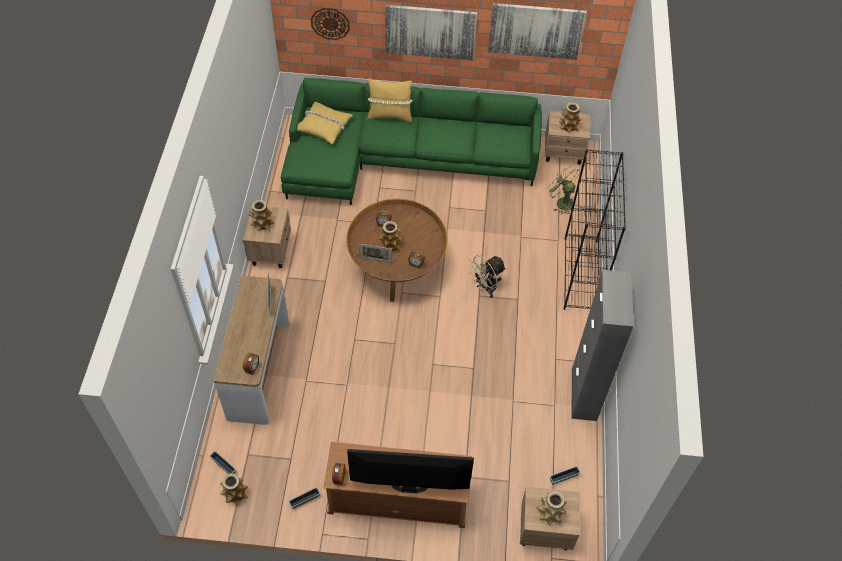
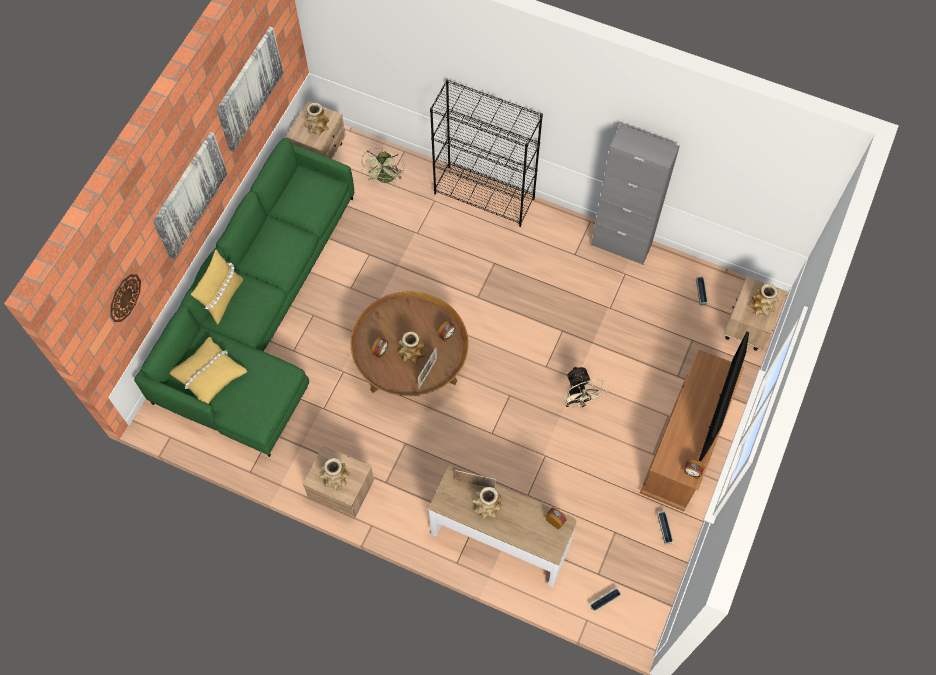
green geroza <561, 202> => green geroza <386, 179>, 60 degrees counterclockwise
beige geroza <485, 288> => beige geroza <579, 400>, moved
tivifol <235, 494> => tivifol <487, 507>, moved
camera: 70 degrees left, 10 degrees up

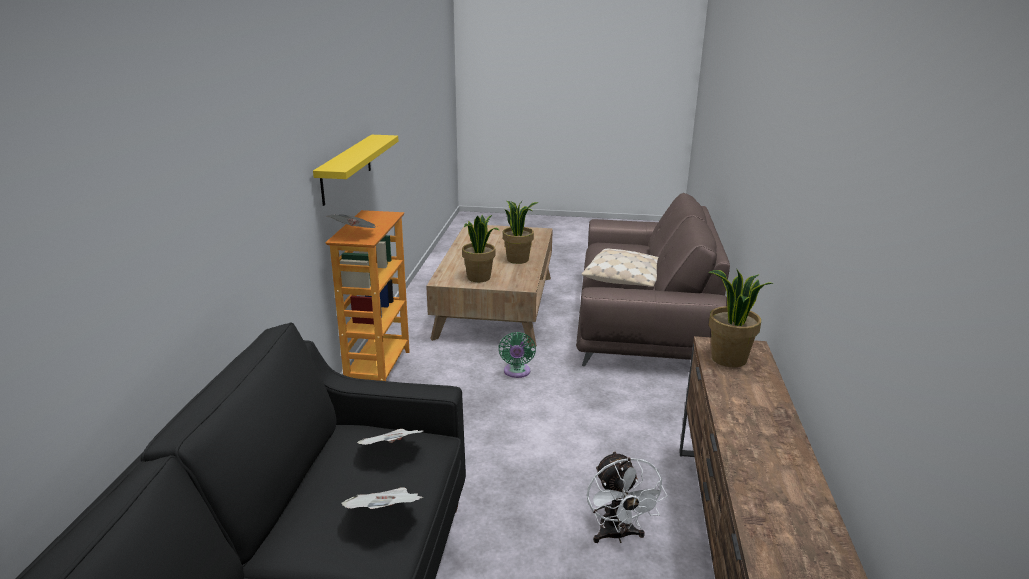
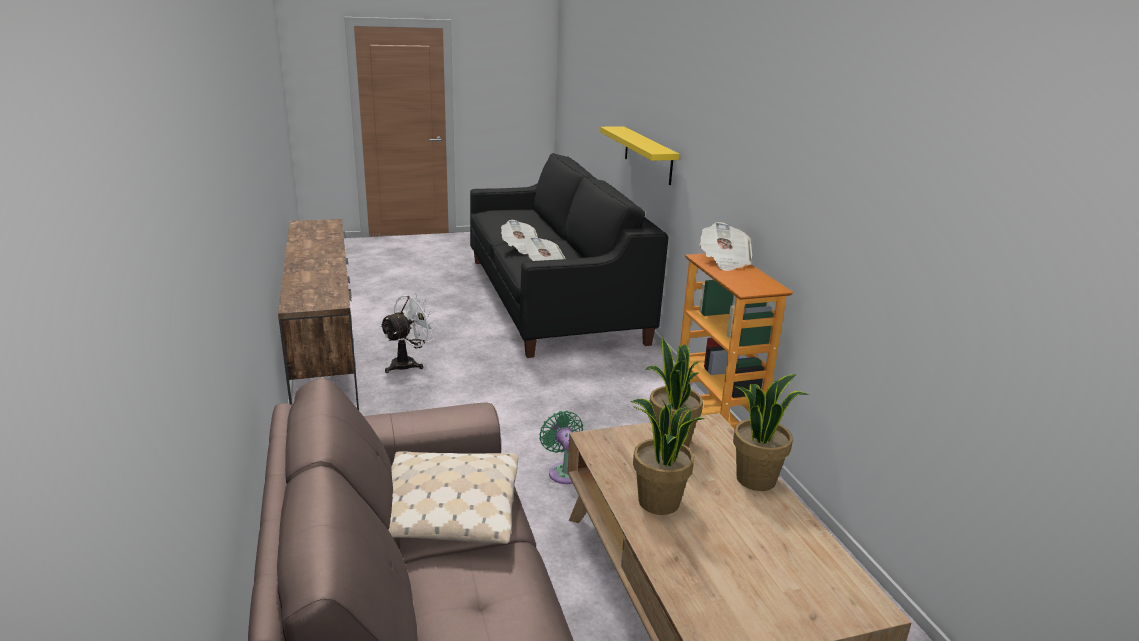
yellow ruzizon <346, 168> => yellow ruzizon <648, 155>, moved
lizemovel <728, 359> => lizemovel <755, 479>, moved
white geroza <617, 535> => white geroza <408, 363>, 75 degrees clockwise
camera: 155 degrees right, 0 degrees up

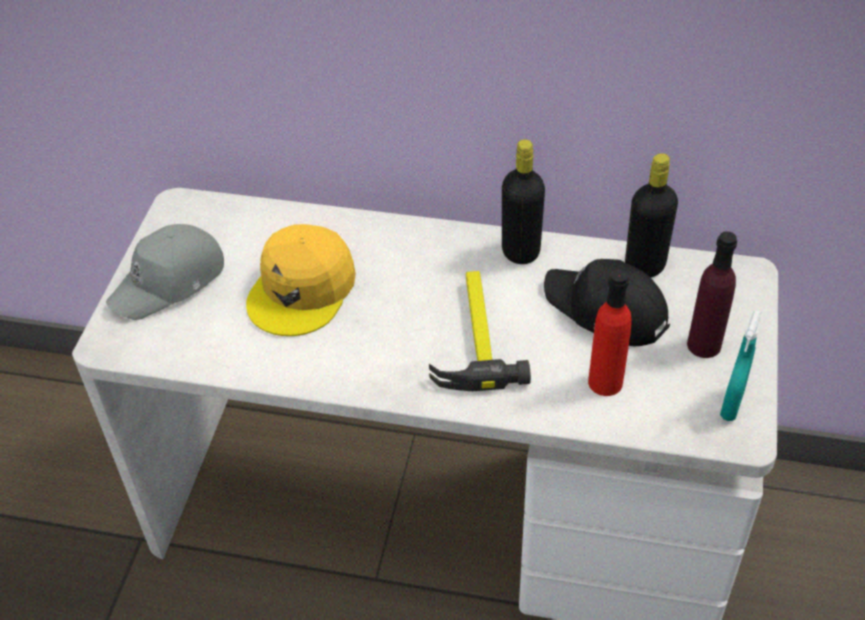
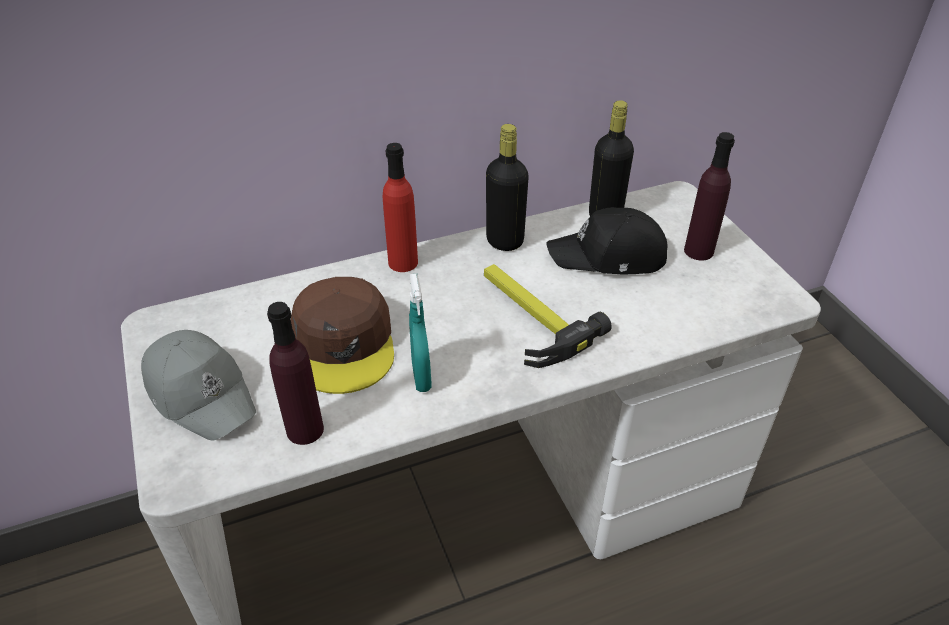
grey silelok <170, 281> => grey silelok <201, 393>, 60 degrees counterclockwise
yellow silelok <302, 289> => brown silelok <344, 344>
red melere <605, 382> => red melere <403, 262>, moved
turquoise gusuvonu <731, 404> => turquoise gusuvonu <421, 376>, moved
nothing => purple melere <305, 430>
camera: 35 degrees left, 5 degrees down

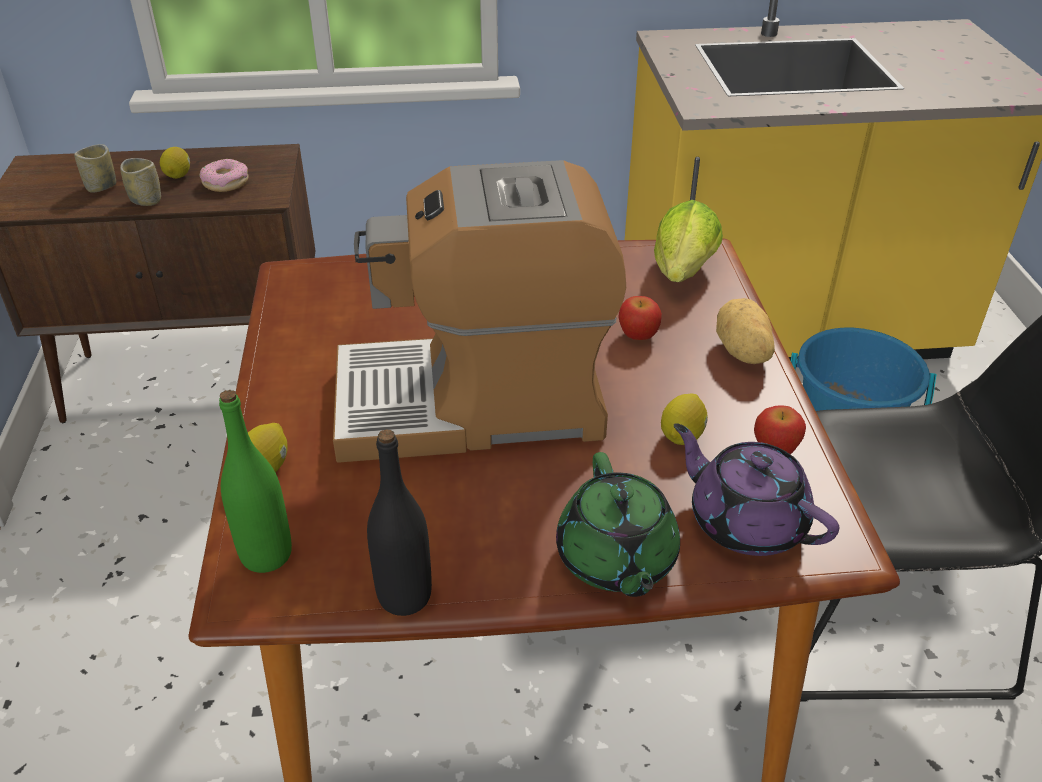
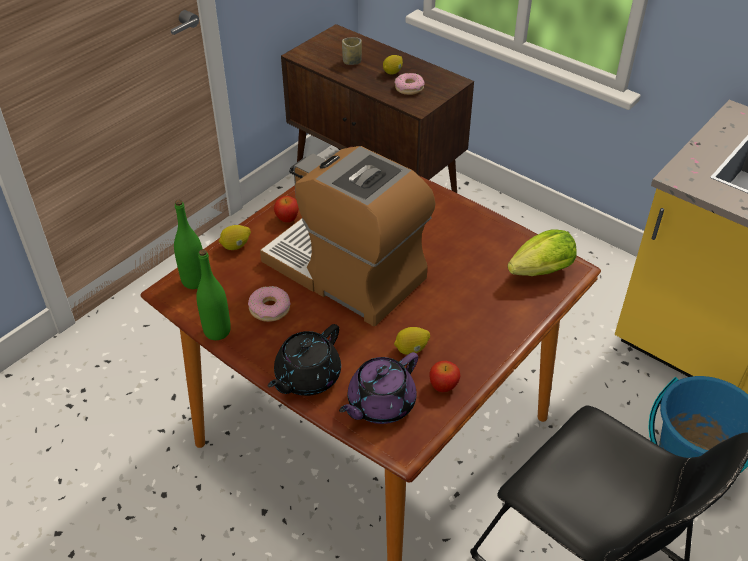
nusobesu <146, 200> => nothing
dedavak <638, 335> => dedavak <287, 218>, moved
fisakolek <741, 353> => nothing
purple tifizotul <745, 521> => purple tifizotul <380, 404>, 135 degrees counterclockwise
black melere <404, 596> => green melere <217, 331>
green tifizotul <616, 560> => black tifizotul <306, 377>
nothing => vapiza <269, 308>
camera: 45 degrees right, 5 degrees up

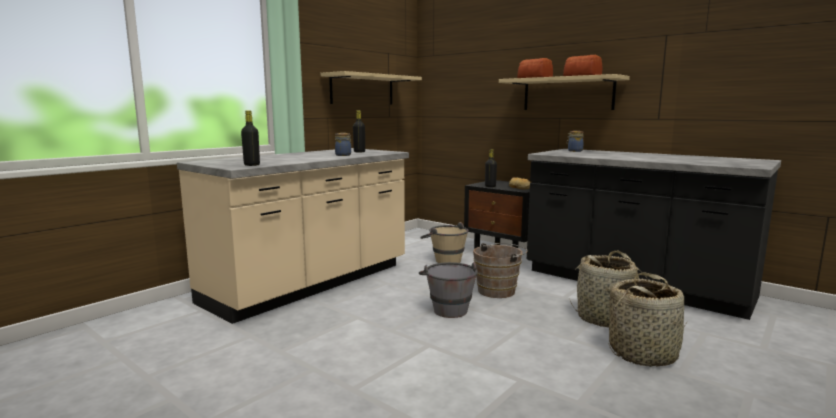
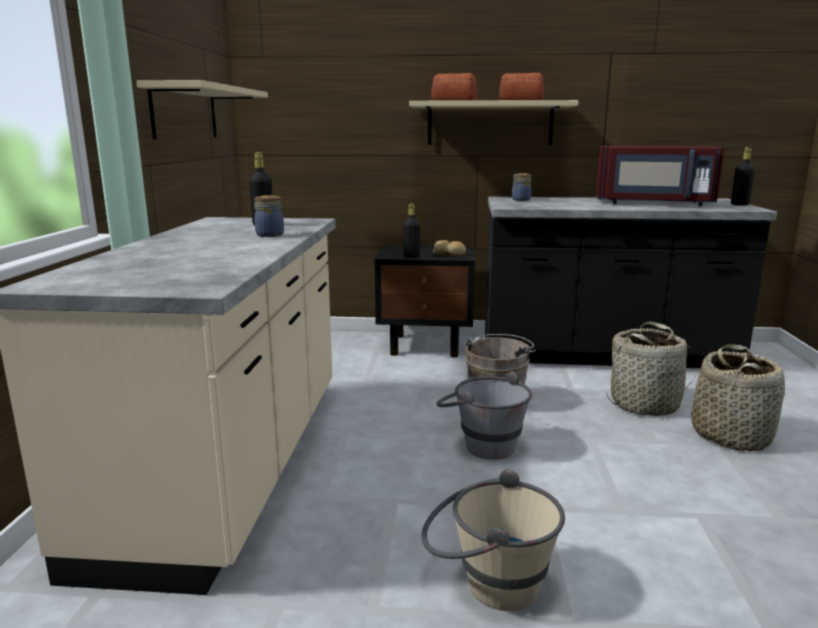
black melere <252, 165> => black melere <739, 204>, moved
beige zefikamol <444, 259> => beige zefikamol <487, 584>, moved
nothing => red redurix <653, 203>
camera: 35 degrees left, 5 degrees up

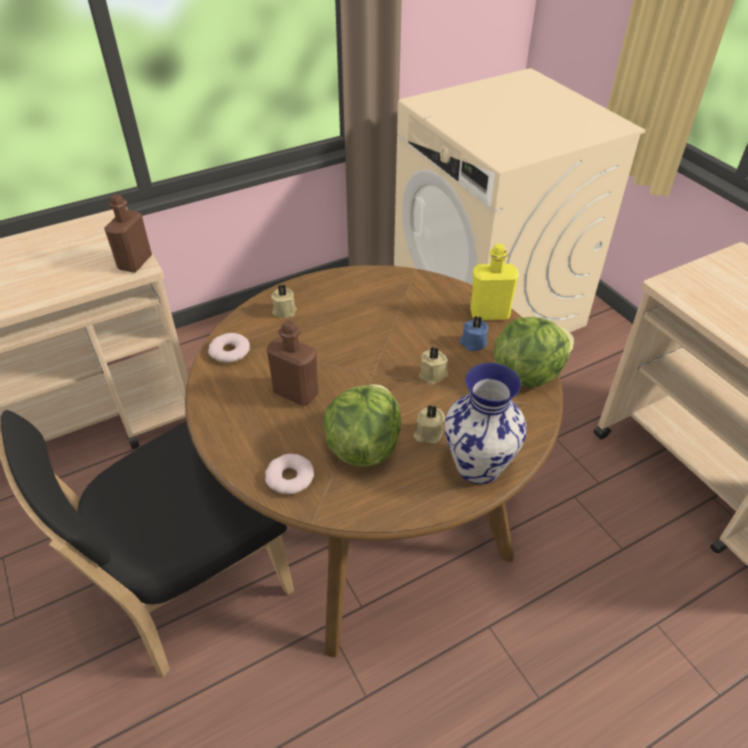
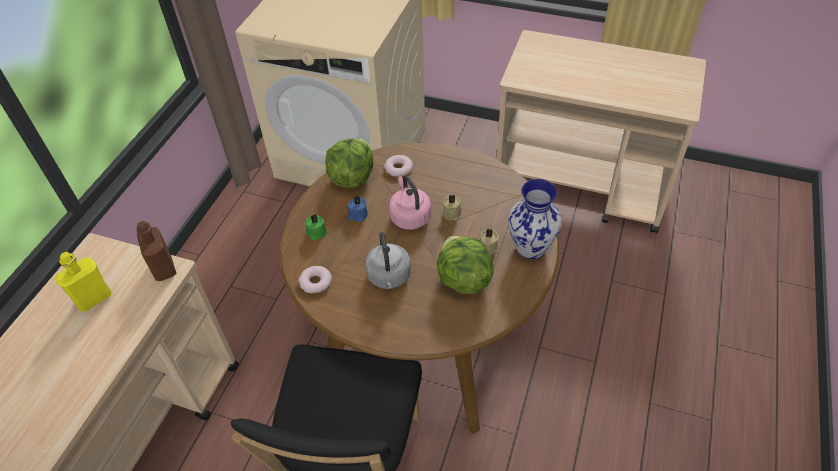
yellow melere <489, 314> => yellow melere <94, 299>, moved
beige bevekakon <284, 310> => green bevekakon <316, 232>
blue bevekakon <472, 343> => blue bevekakon <357, 215>, moved
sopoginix <527, 373> => sopoginix <351, 177>, moved
brown melere <296, 393> => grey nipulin <389, 277>
vapiza <290, 478> => vapiza <398, 168>, moved
nothing => pink nipulin <409, 216>
camera: 40 degrees left, 5 degrees up

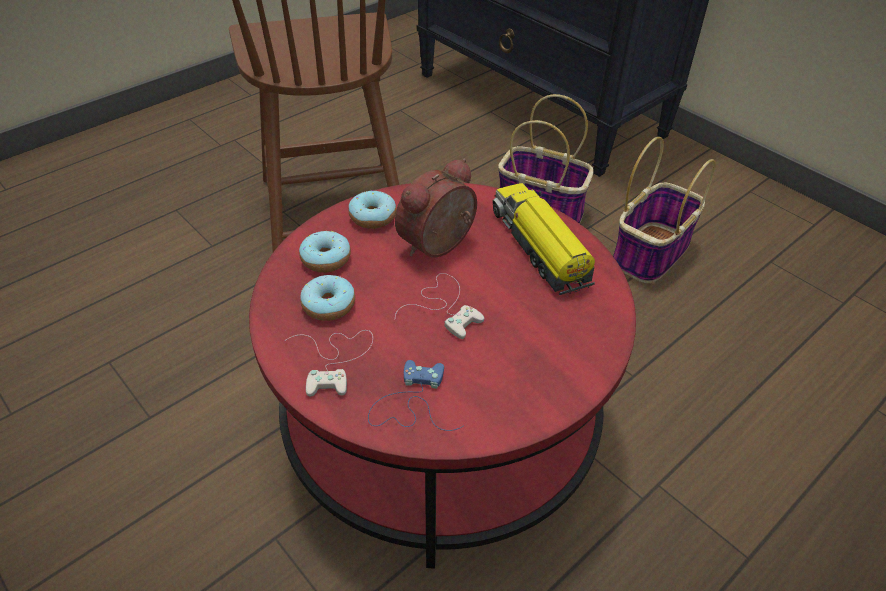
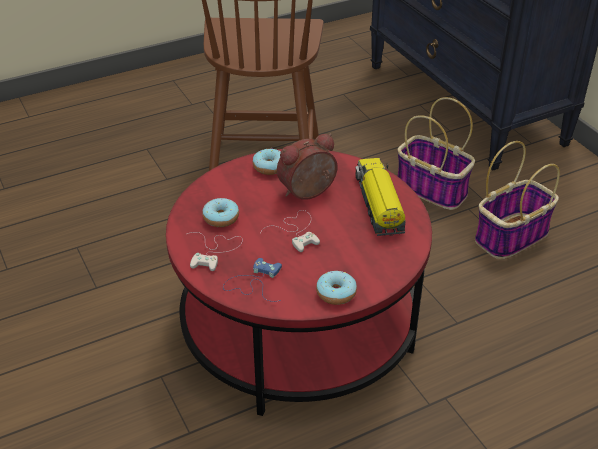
vapiza <326, 259> => vapiza <336, 293>, moved
camera: 15 degrees right, 5 degrees down

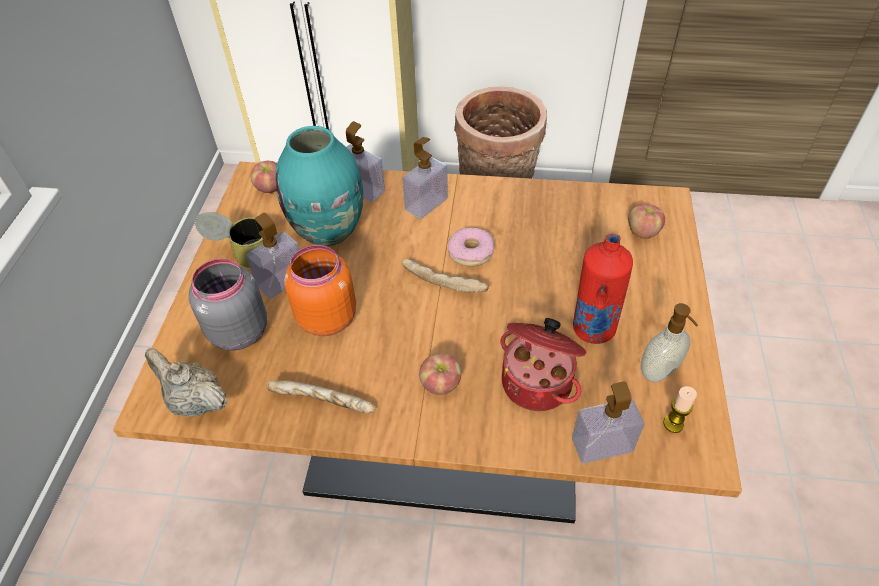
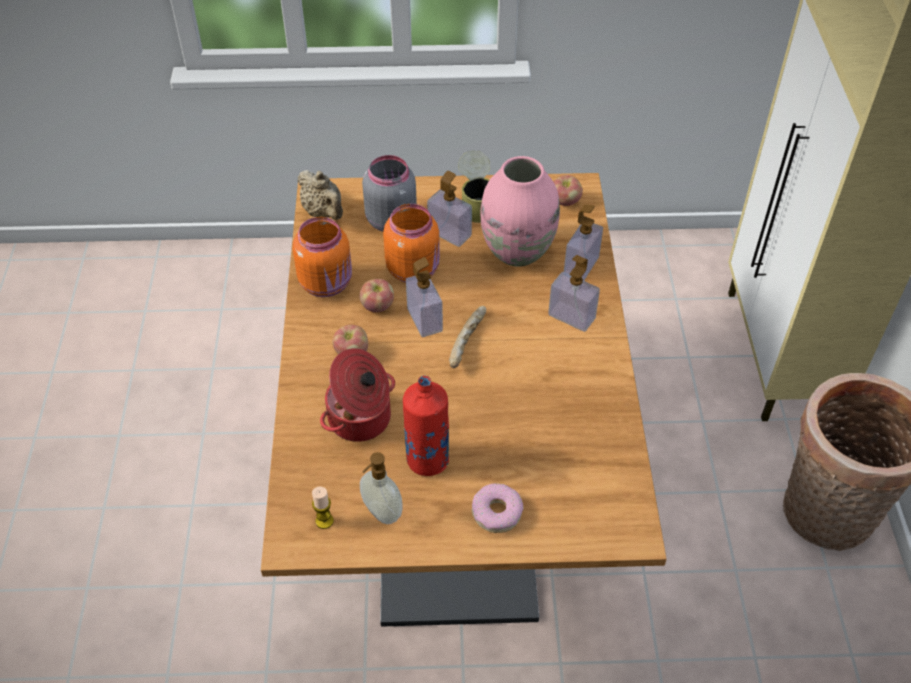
turquoise tivifol <329, 231> => pink tivifol <517, 252>
dedavak <642, 232> => dedavak <377, 306>, moved
vapiza <471, 252> => vapiza <496, 512>, moved
beige tifizotul <195, 401> => beige tifizotul <324, 213>, 120 degrees clockwise
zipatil <322, 403> => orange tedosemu <327, 283>
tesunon <602, 445> => tesunon <424, 320>, moved
camera: 80 degrees right, 0 degrees up

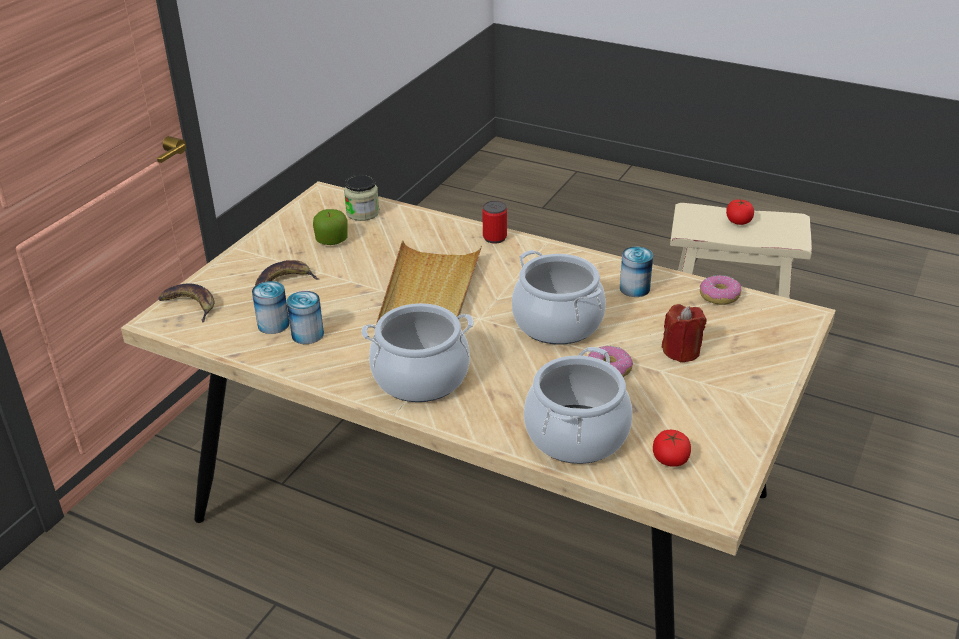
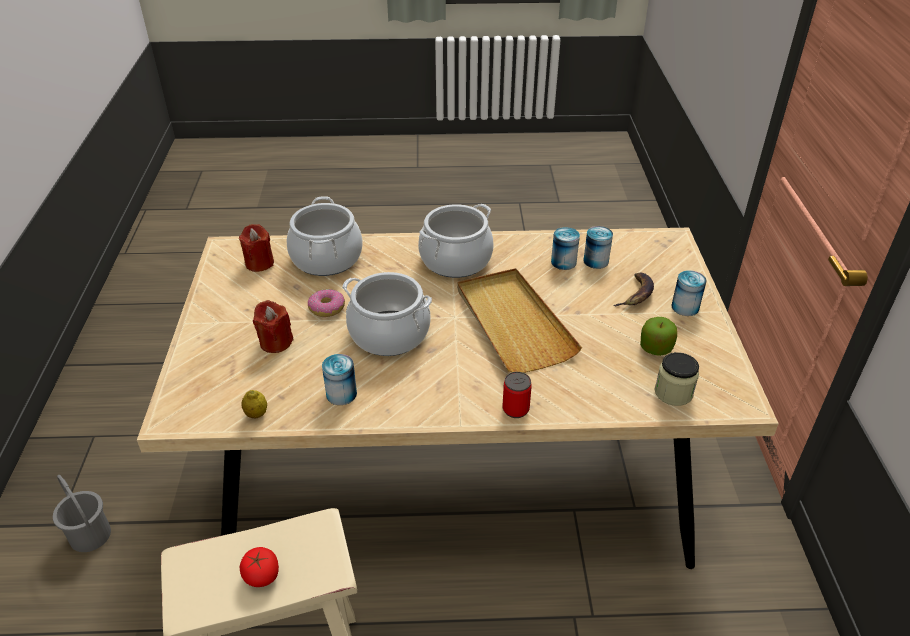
vapiza <719, 296> => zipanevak <256, 414>
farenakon <191, 305> => nothing
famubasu <670, 459> => red bevekakon <259, 263>
nothing => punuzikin <685, 307>
nothing => grey zefikamol <89, 536>
camera: 150 degrees right, 5 degrees up

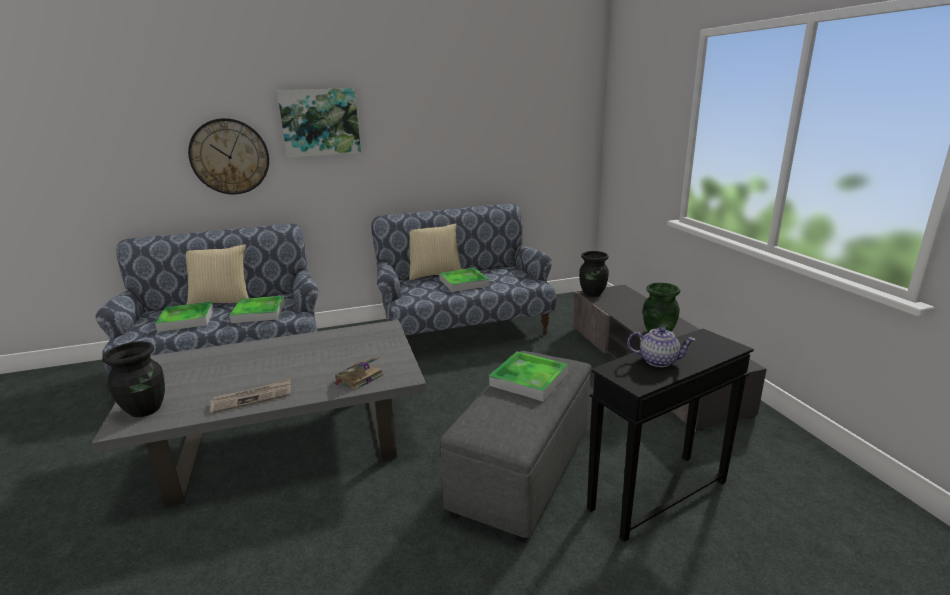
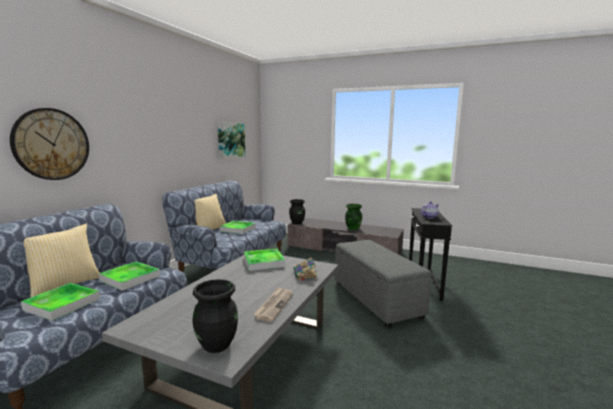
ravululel <320, 122> => ravululel <230, 140>, moved
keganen <529, 379> => keganen <263, 262>, moved
camera: 50 degrees left, 10 degrees down

